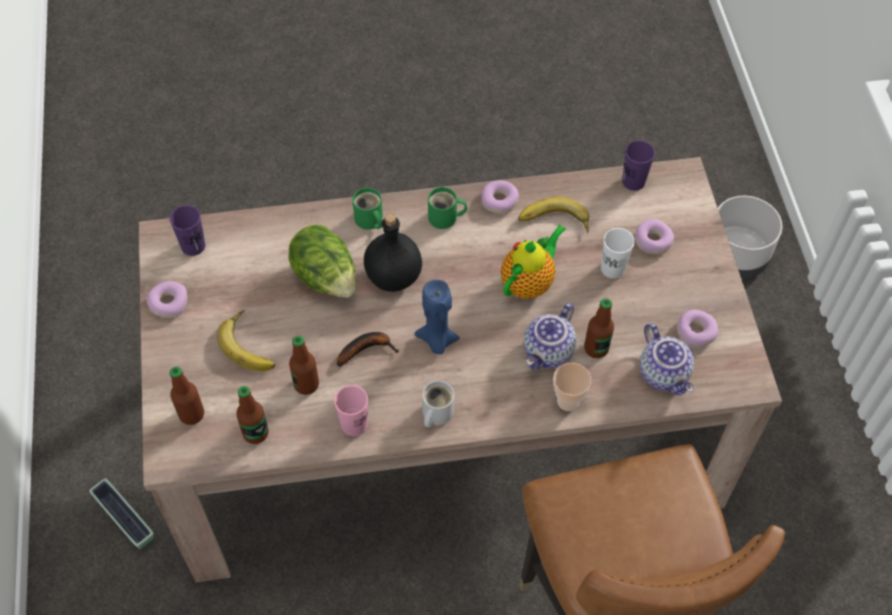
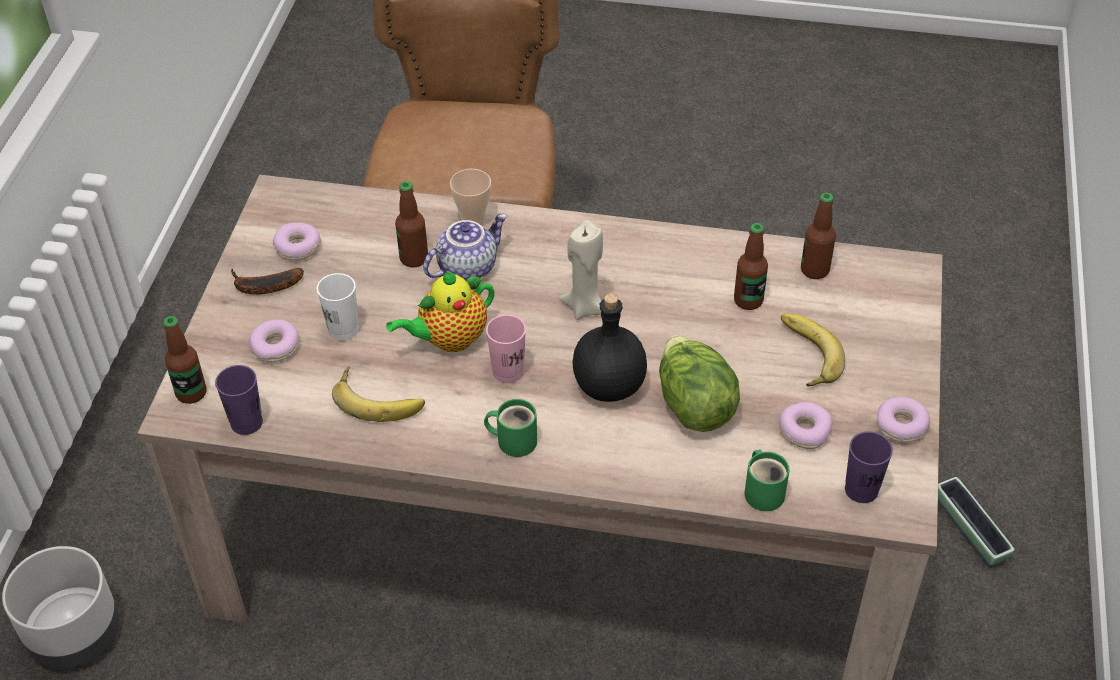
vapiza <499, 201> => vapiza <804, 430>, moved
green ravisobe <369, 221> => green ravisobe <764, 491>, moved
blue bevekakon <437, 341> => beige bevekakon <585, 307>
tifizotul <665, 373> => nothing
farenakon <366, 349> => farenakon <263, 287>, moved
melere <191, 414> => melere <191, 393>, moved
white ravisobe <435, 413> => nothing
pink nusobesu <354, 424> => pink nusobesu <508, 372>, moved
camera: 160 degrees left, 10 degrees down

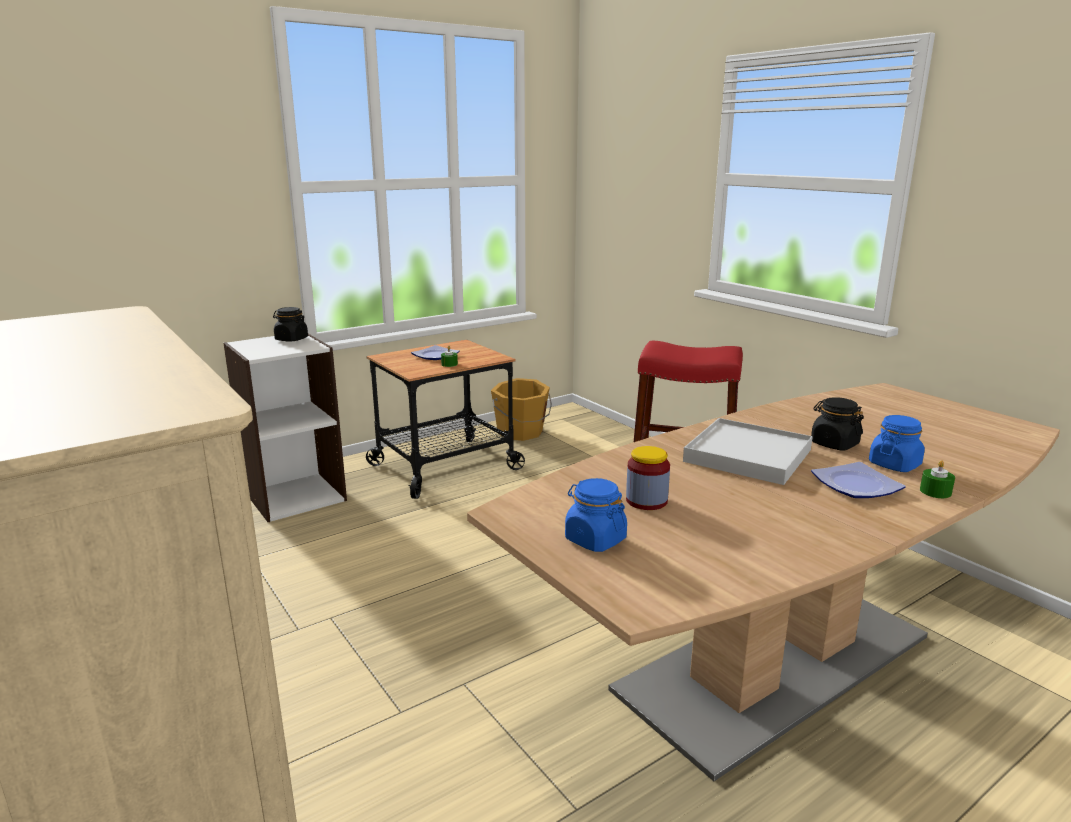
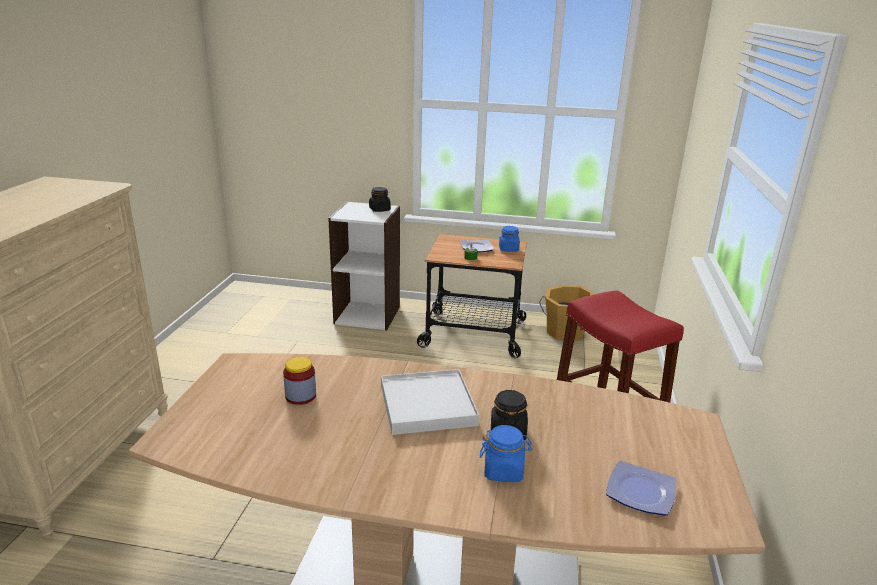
green bevekakon <935, 492> => nothing
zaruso <855, 486> => zaruso <639, 492>, moved
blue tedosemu <595, 539> => blue tedosemu <508, 249>, moved
camera: 45 degrees right, 5 degrees up

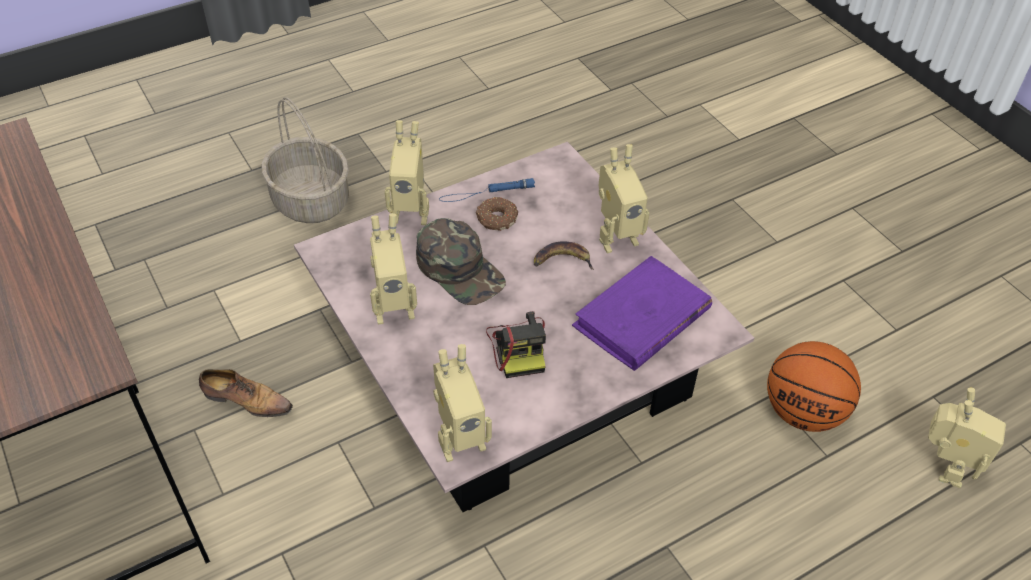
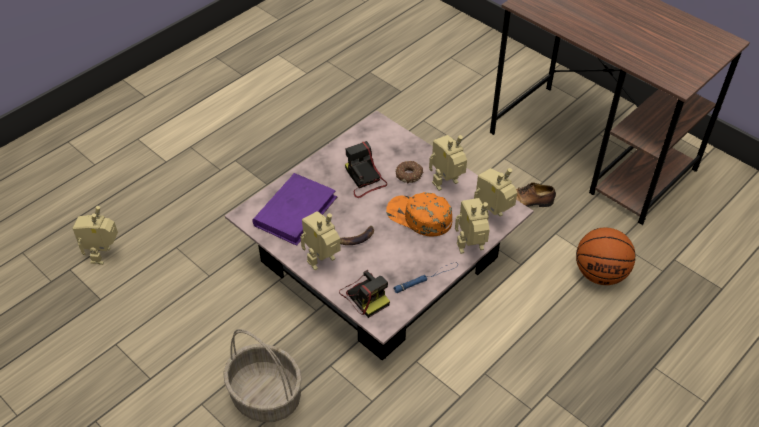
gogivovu <312, 201> => gogivovu <265, 396>, moved
vapiza <496, 219> => vapiza <409, 174>, moved
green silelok <460, 269> => orange silelok <419, 217>
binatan <803, 412> => binatan <600, 274>, moved
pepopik <459, 439> => pepopik <492, 219>, moved
nothing => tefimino <365, 295>
camera: 165 degrees right, 0 degrees up

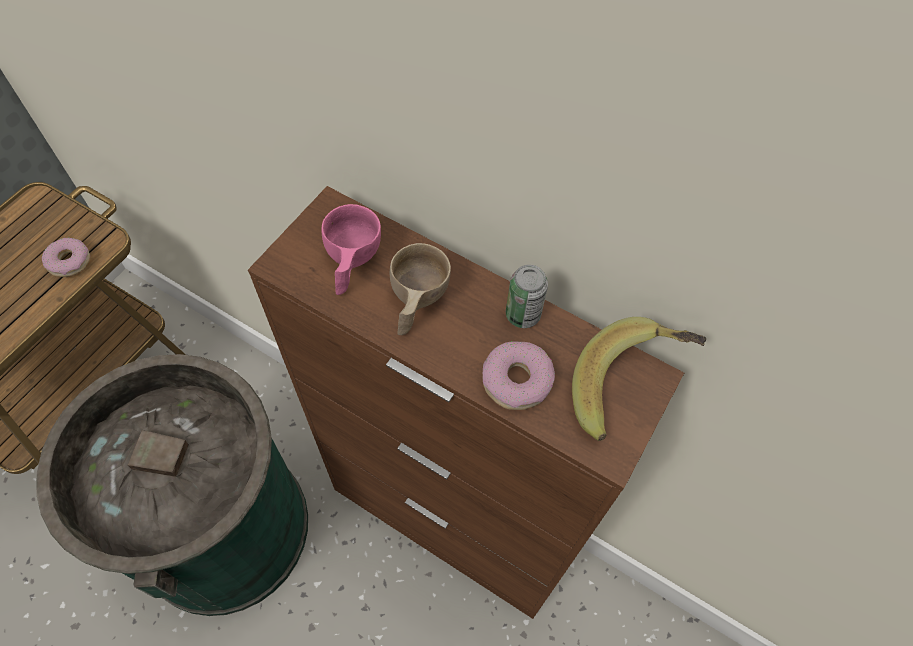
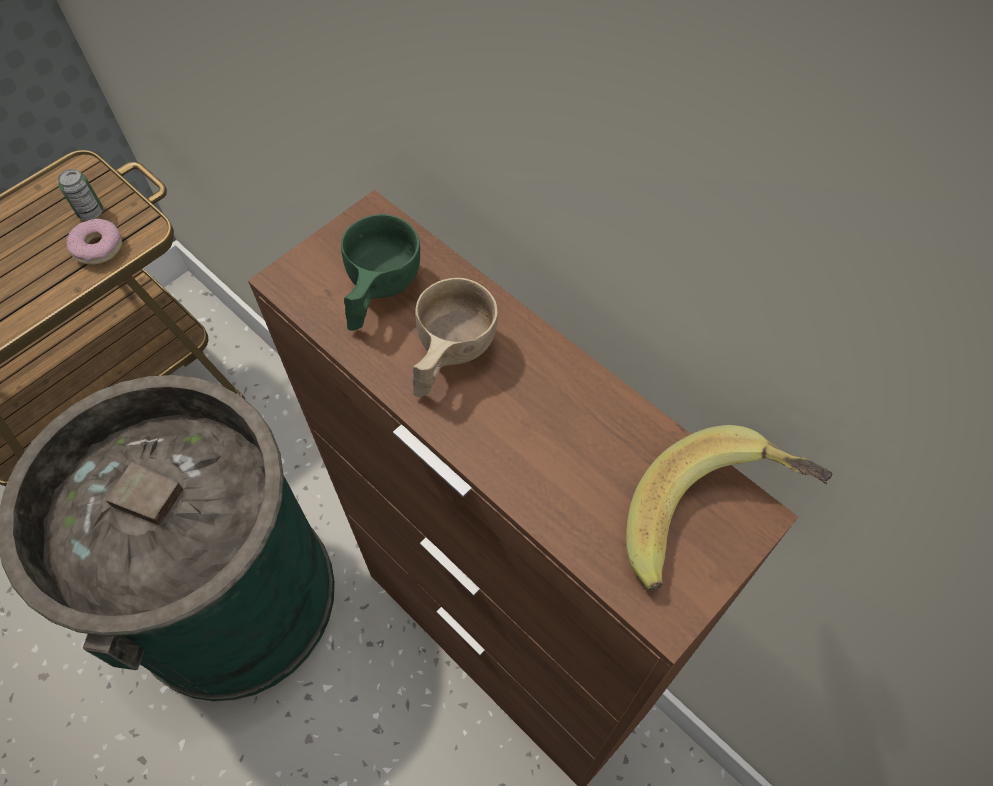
pink nusobesu <351, 264> => green nusobesu <378, 293>
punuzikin <522, 315> => punuzikin <91, 212>, moved
vapiza <516, 380> => nothing
camera: 15 degrees right, 0 degrees up

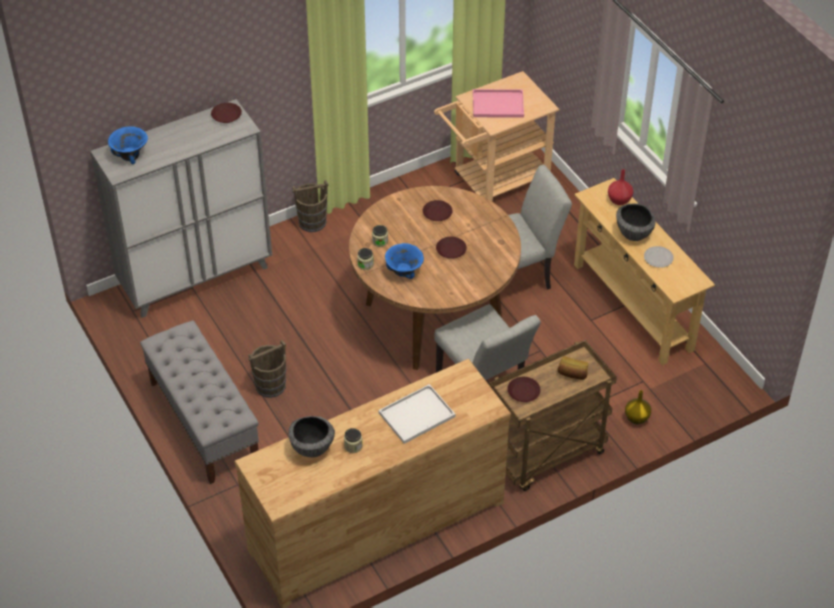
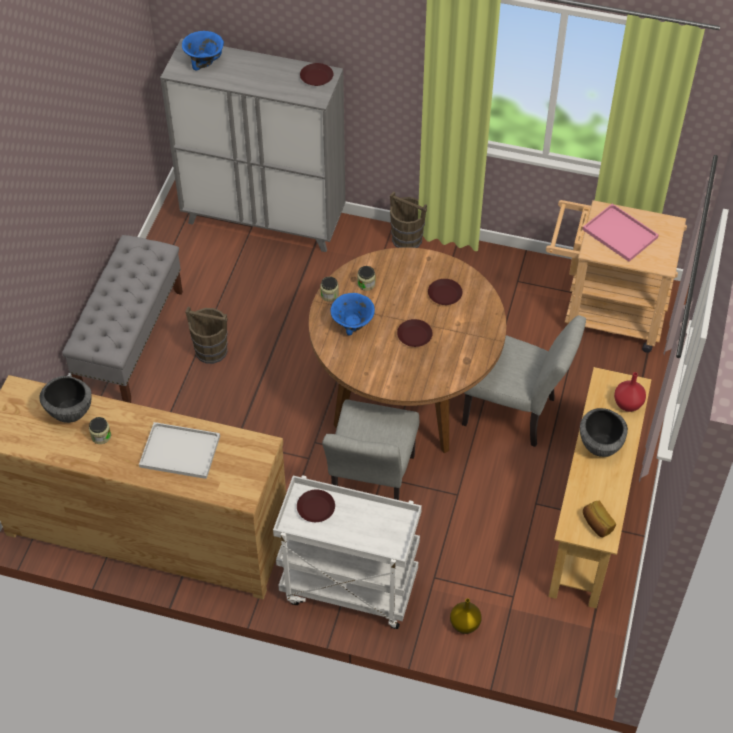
zaruso <658, 258> => nothing
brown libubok <546, 455> => white libubok <347, 589>
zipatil <572, 374> => zipatil <597, 524>, moved
camera: 45 degrees right, 5 degrees up

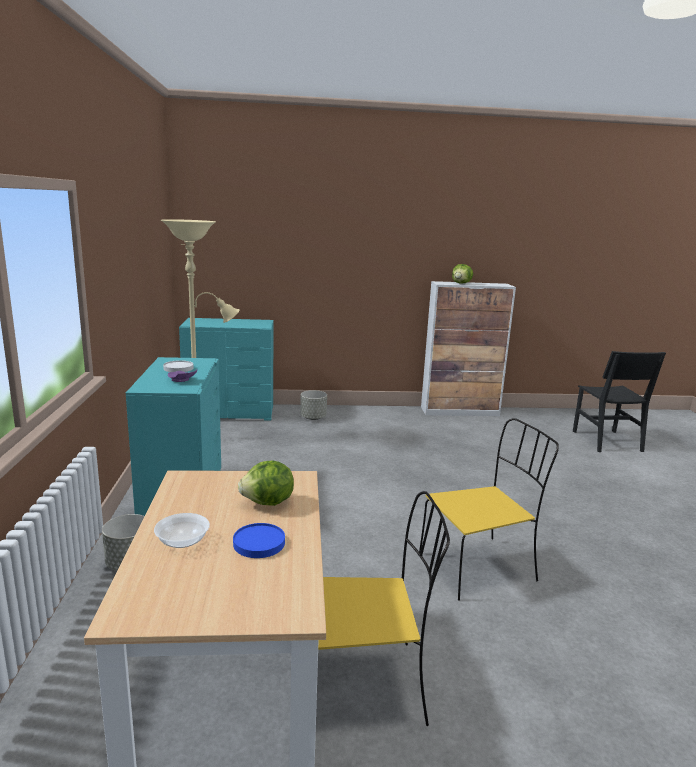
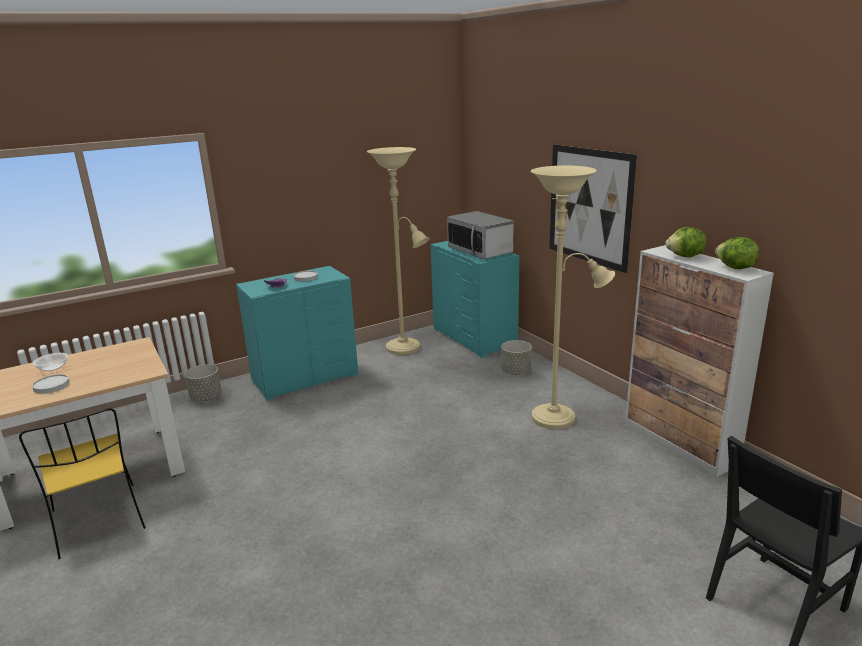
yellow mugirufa <479, 566> => nothing
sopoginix <268, 503> => sopoginix <735, 268>, moved
blue zaruso <258, 543> => white zaruso <51, 386>
nothing => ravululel <589, 206>
nothing => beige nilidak <559, 417>
nothing => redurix <480, 251>
camera: 65 degrees right, 5 degrees up

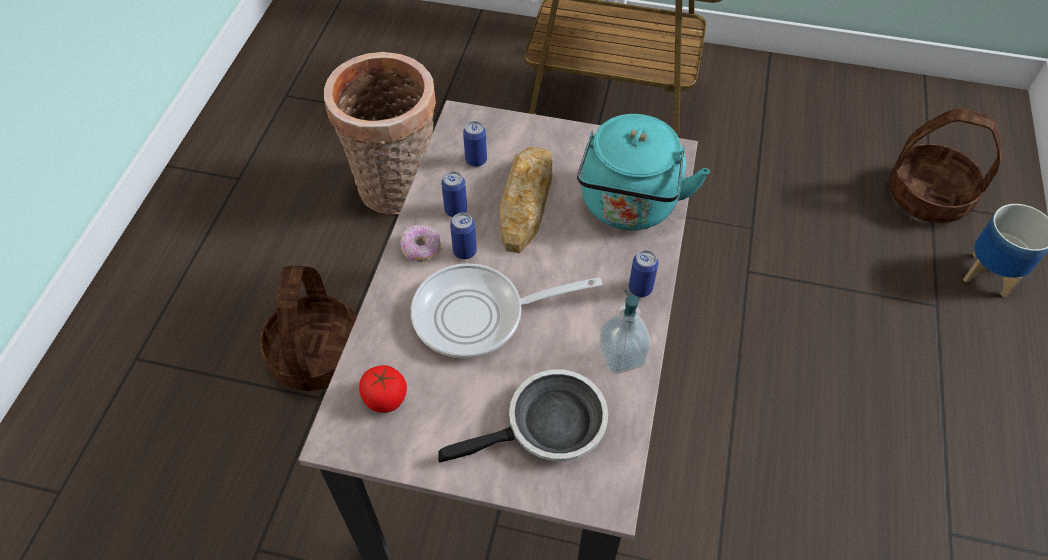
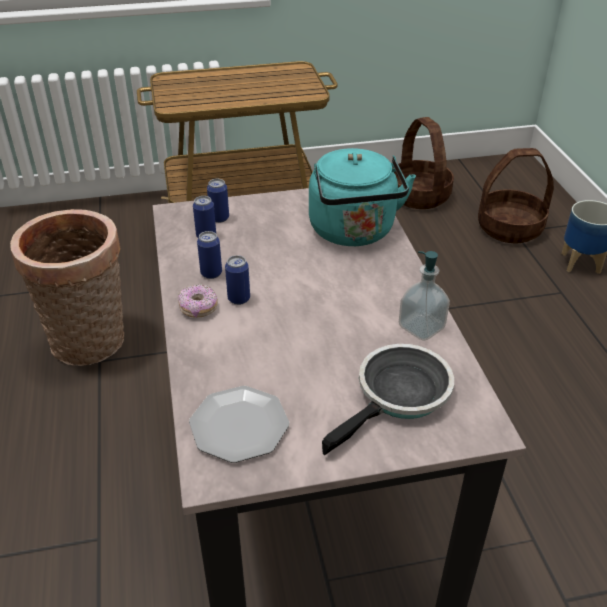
zipatil <526, 202> => nothing
punuzikin <640, 288> => punuzikin <219, 218>, moved
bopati <478, 315> => nothing
gogivovu <316, 354> => gogivovu <418, 196>, moved
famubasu <385, 398> => zaruso <238, 426>
camera: 25 degrees left, 15 degrees down

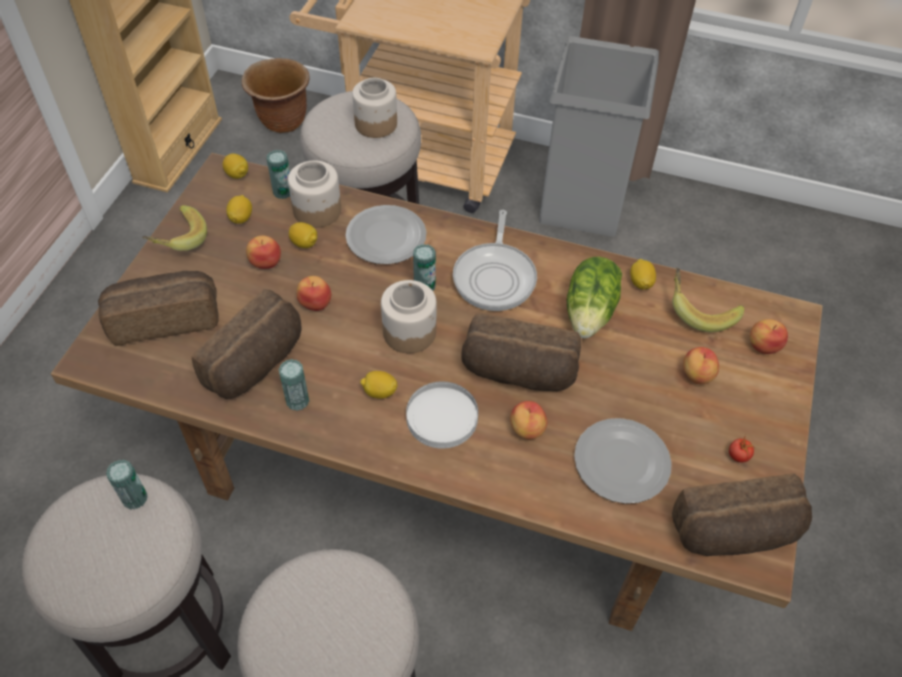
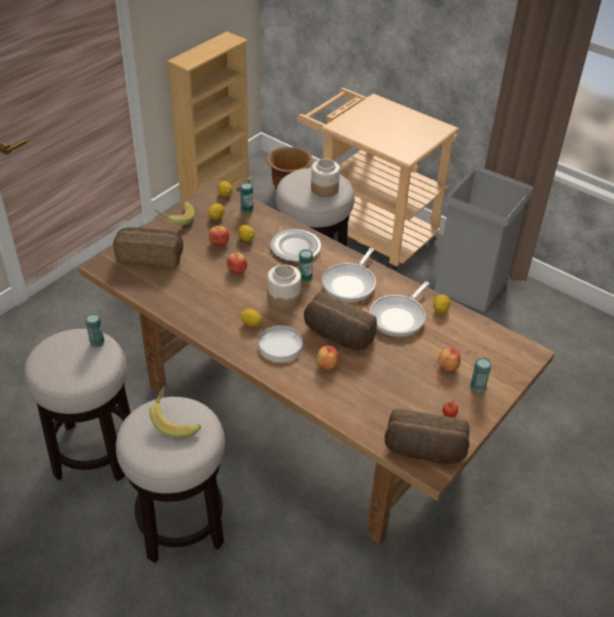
tedosemu <316, 210> => nothing
sopoginix <590, 312> => bopati <399, 317>
farenakon <700, 310> => farenakon <176, 420>, moved
zipatil <257, 363> => nothing
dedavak <763, 345> => nothing
punuzikin <297, 400> => punuzikin <477, 387>, moved
zaruso <622, 461> => nothing
camera: 20 degrees right, 10 degrees down

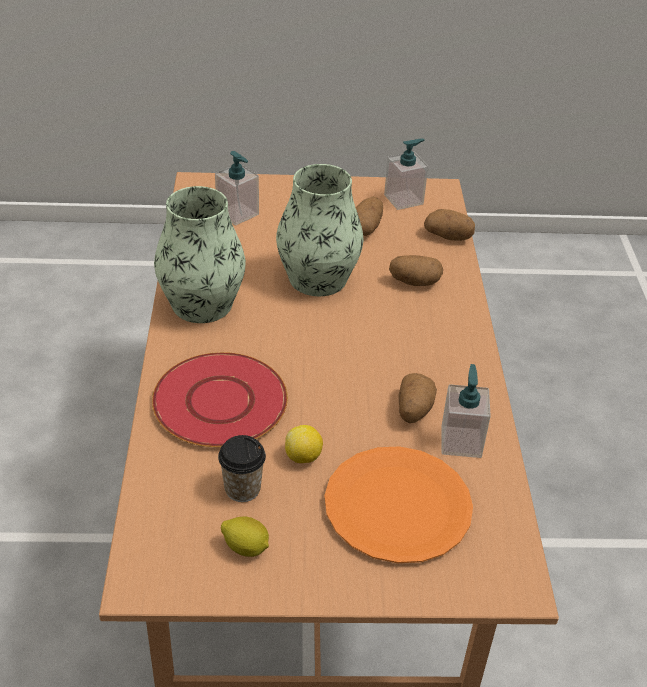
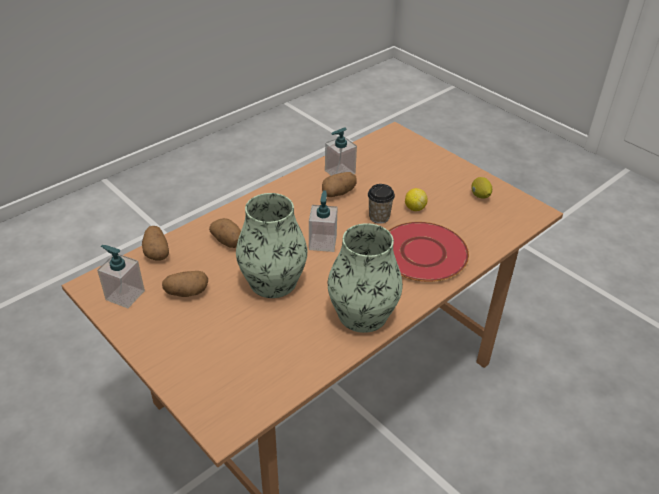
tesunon <237, 213> => tesunon <322, 242>, moved
nusobesu <242, 489> => nusobesu <379, 217>, moved
orange zaruso <398, 506> => nothing
camera: 130 degrees left, 0 degrees up

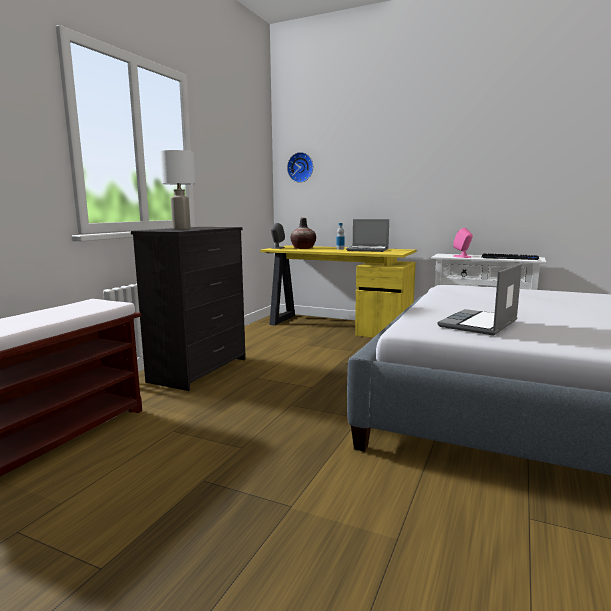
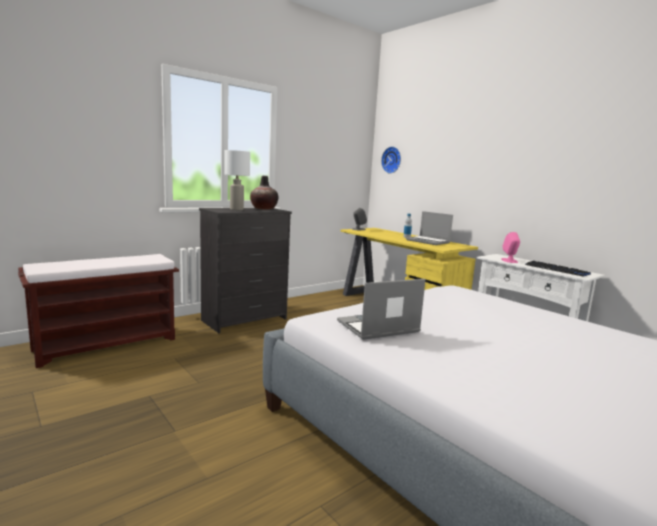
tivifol <303, 248> => tivifol <264, 208>, moved
camera: 25 degrees right, 0 degrees up

